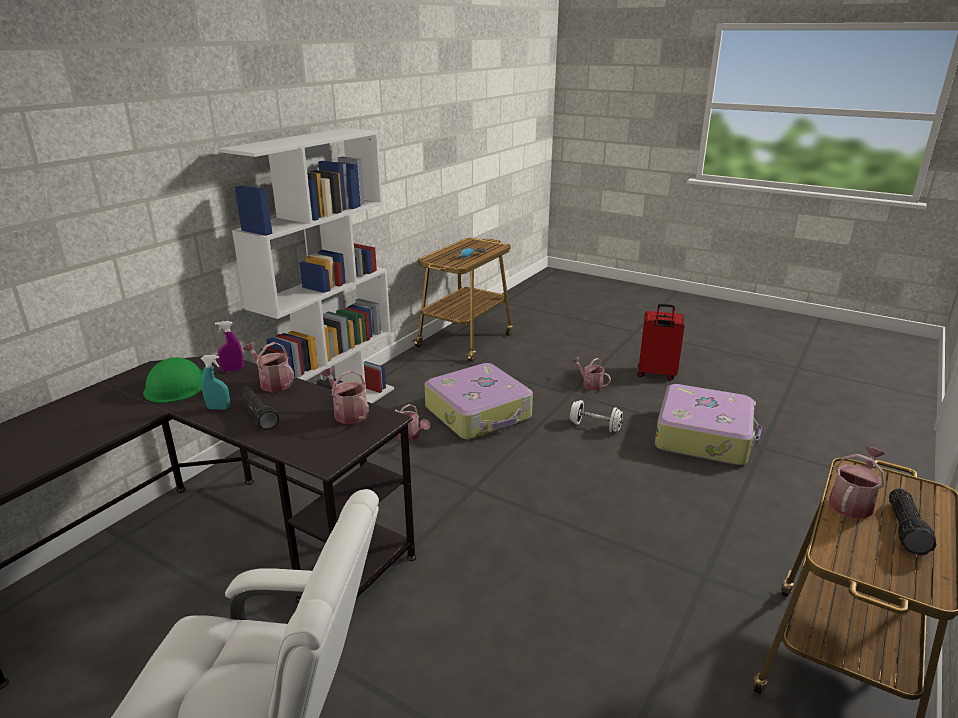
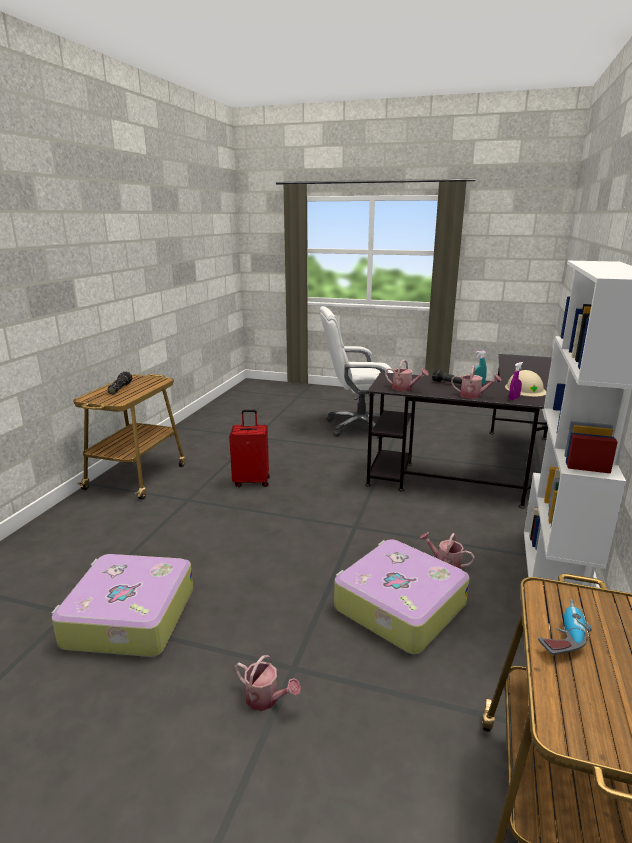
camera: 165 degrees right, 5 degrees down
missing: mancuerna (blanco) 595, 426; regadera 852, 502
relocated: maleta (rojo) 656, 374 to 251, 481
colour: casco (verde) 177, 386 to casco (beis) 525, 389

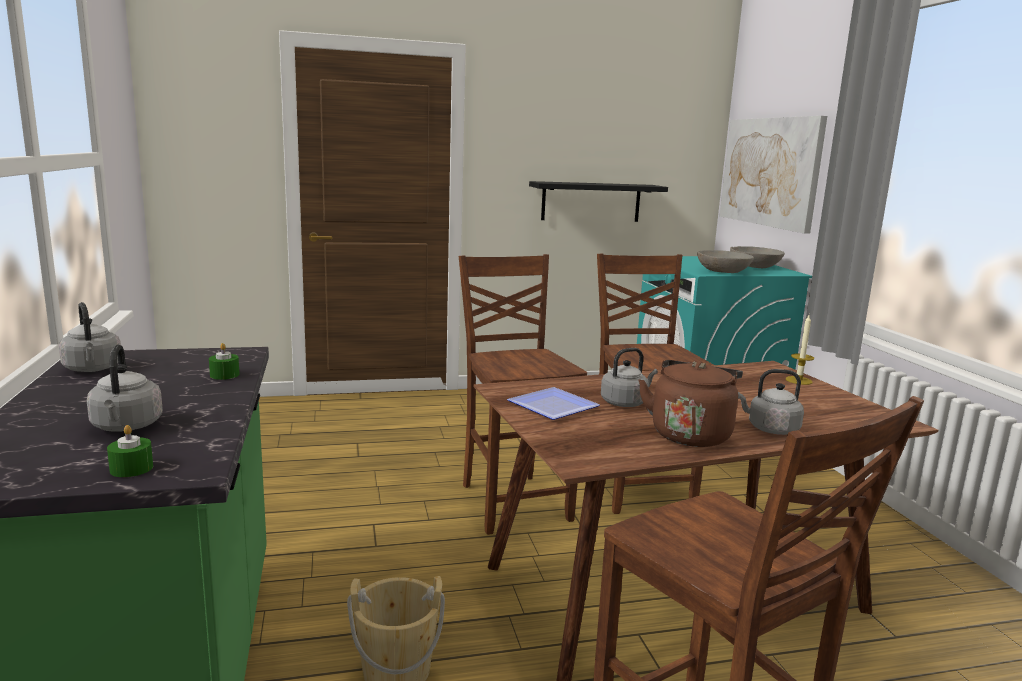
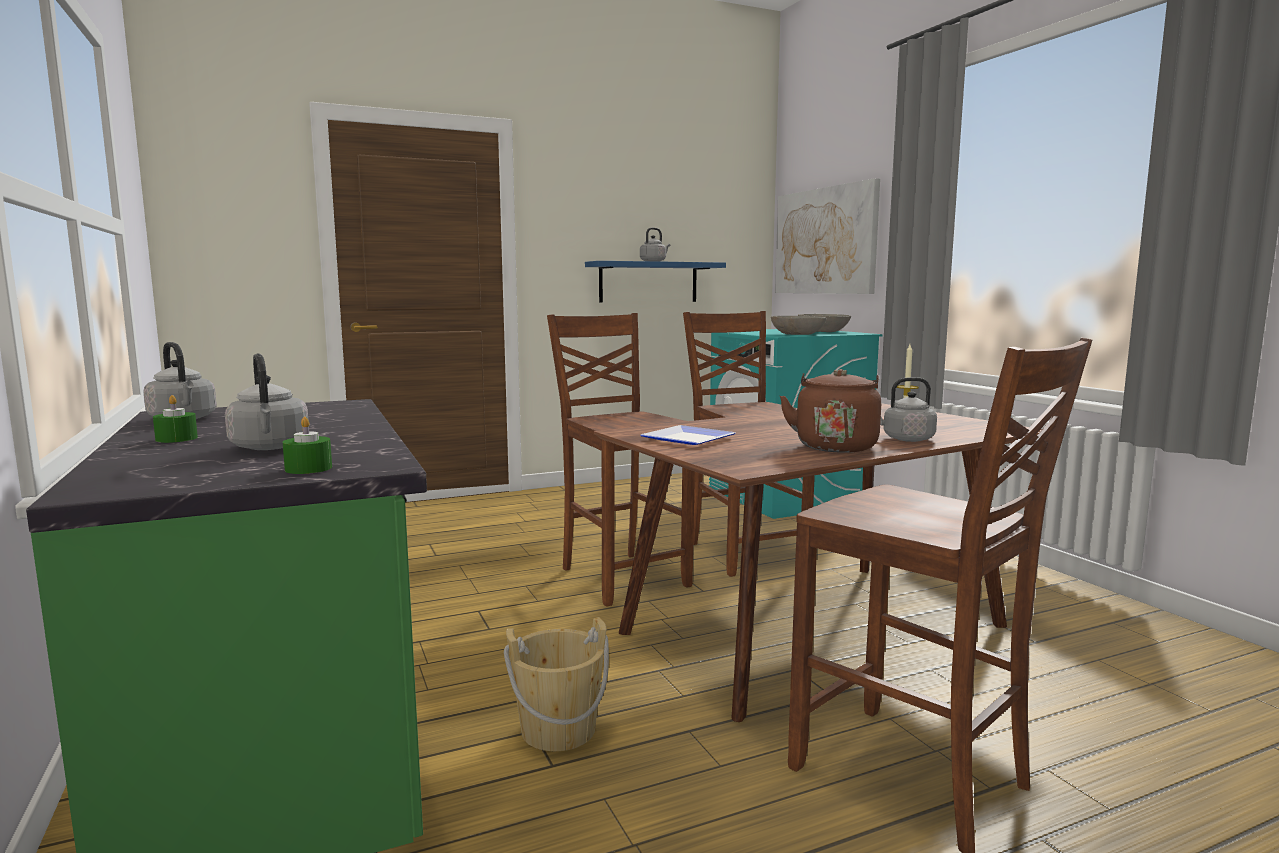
camera: 10 degrees left, 5 degrees down
relocated: vela (verde) 224, 375 to 176, 439; hervidor (gris) 625, 402 to 654, 261
colour: estante (negro) 591, 202 to estante (azul) 648, 282

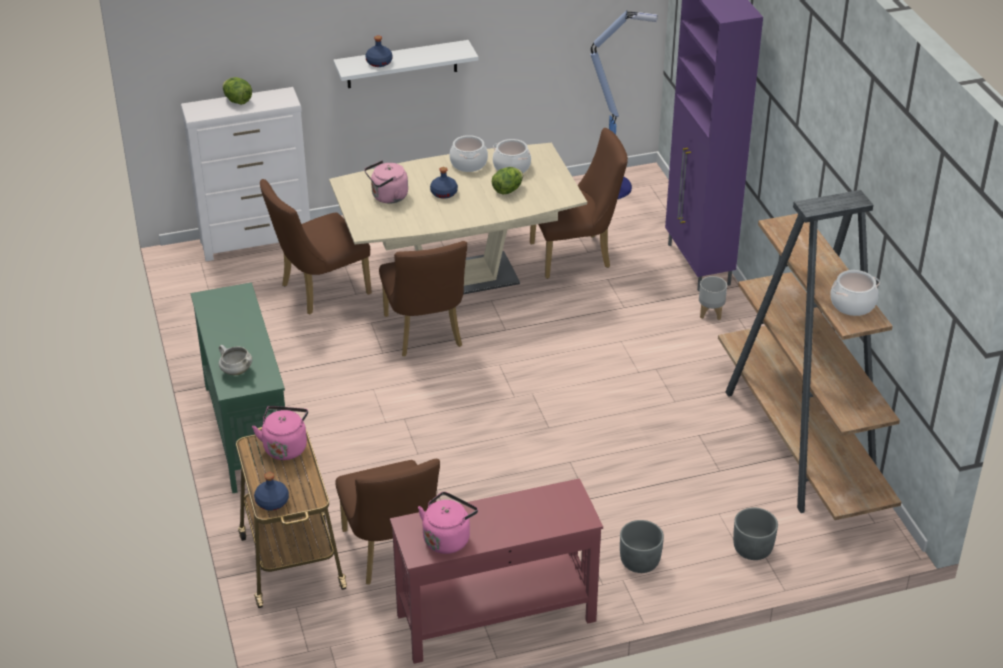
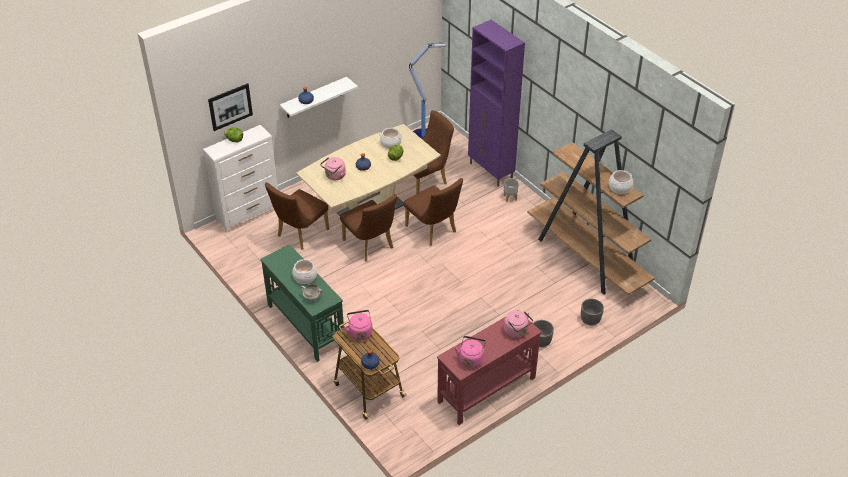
camera: 20 degrees left, 5 degrees up
appeared: cuadro 230, 106; hervidor (rosa) 517, 331
relocated: silla (marrón) 391, 554 to 433, 231; olla 468, 163 to 304, 277

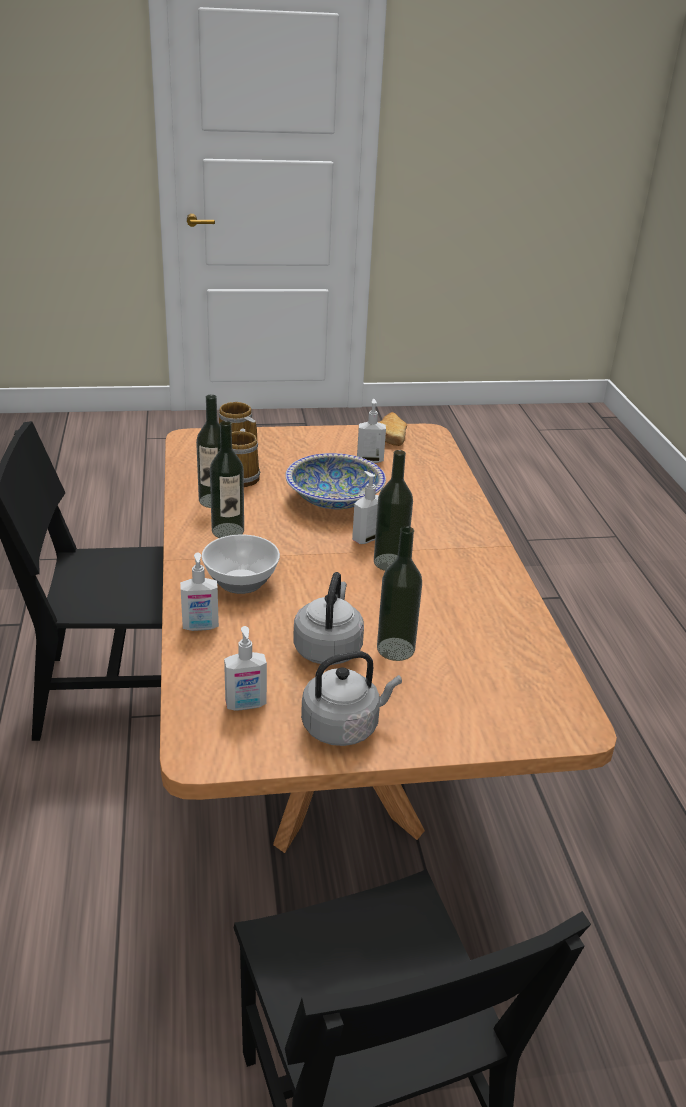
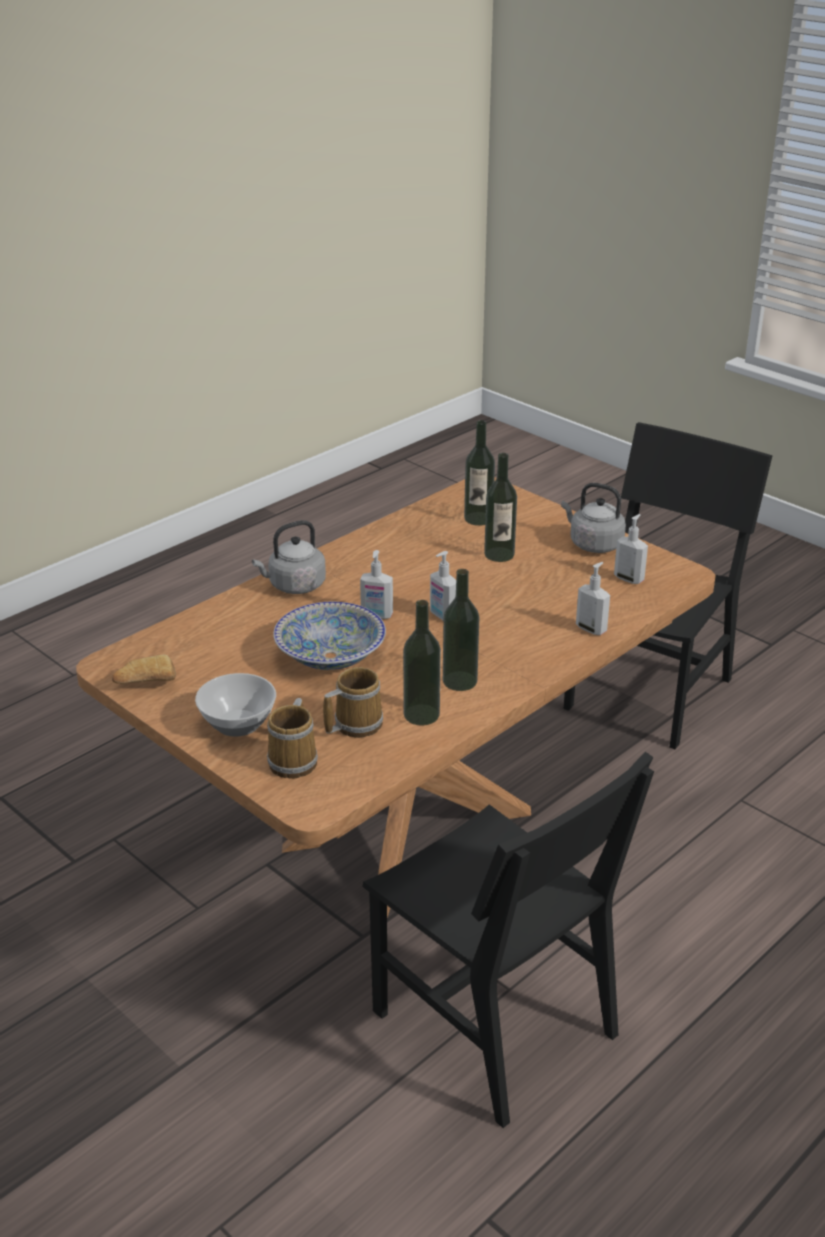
camera: 125 degrees left, 0 degrees up
relocated: cuenco 240, 582 to 239, 723; hervidor (gris) 328, 648 to 294, 586; dispensador de jabón 370, 460 to 442, 616; botella 390, 562 to 478, 518

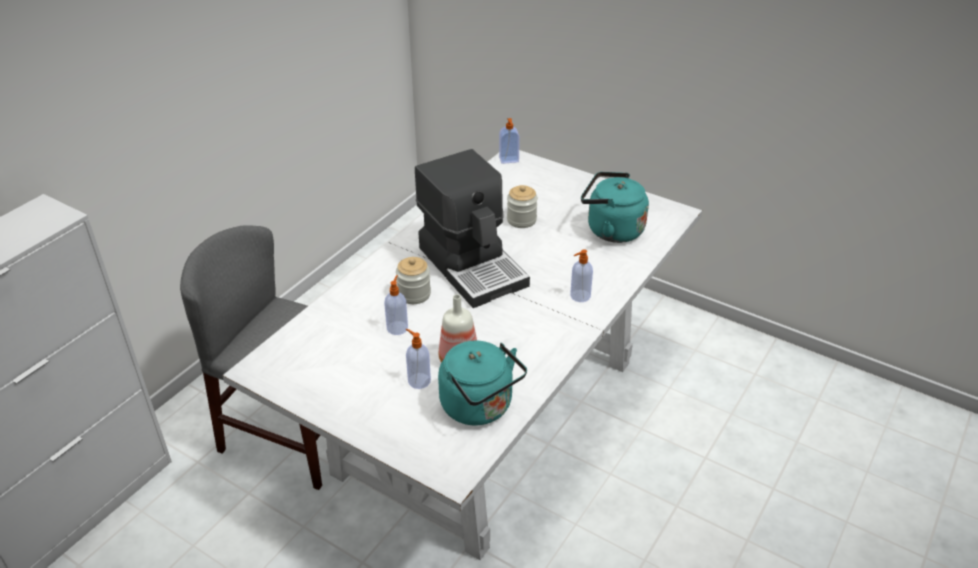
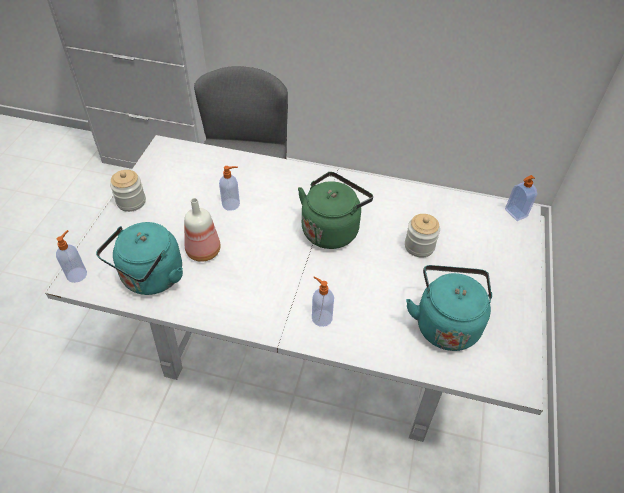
camera: 70 degrees right, 10 degrees up
relocated: tarro 414, 294 to 131, 202; dispensador de jabón 418, 380 to 77, 274
exchanged: cafetera 473, 265 to hervidor (verde) 332, 229

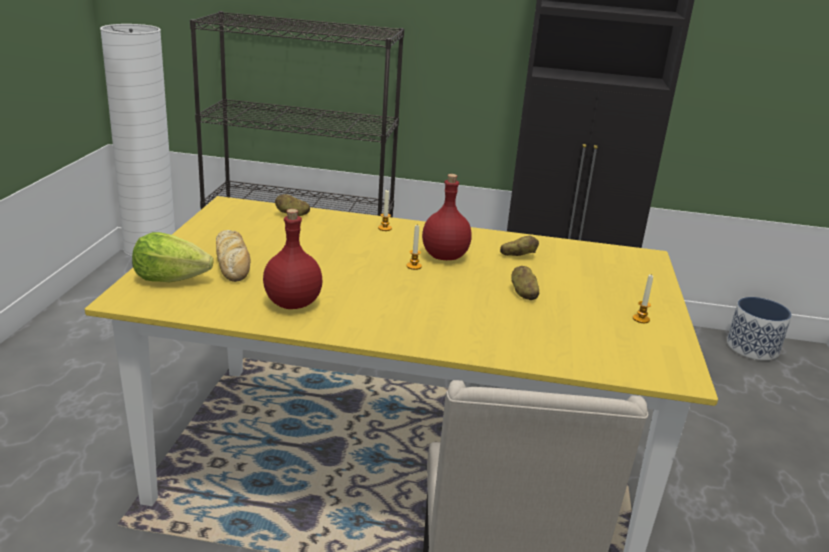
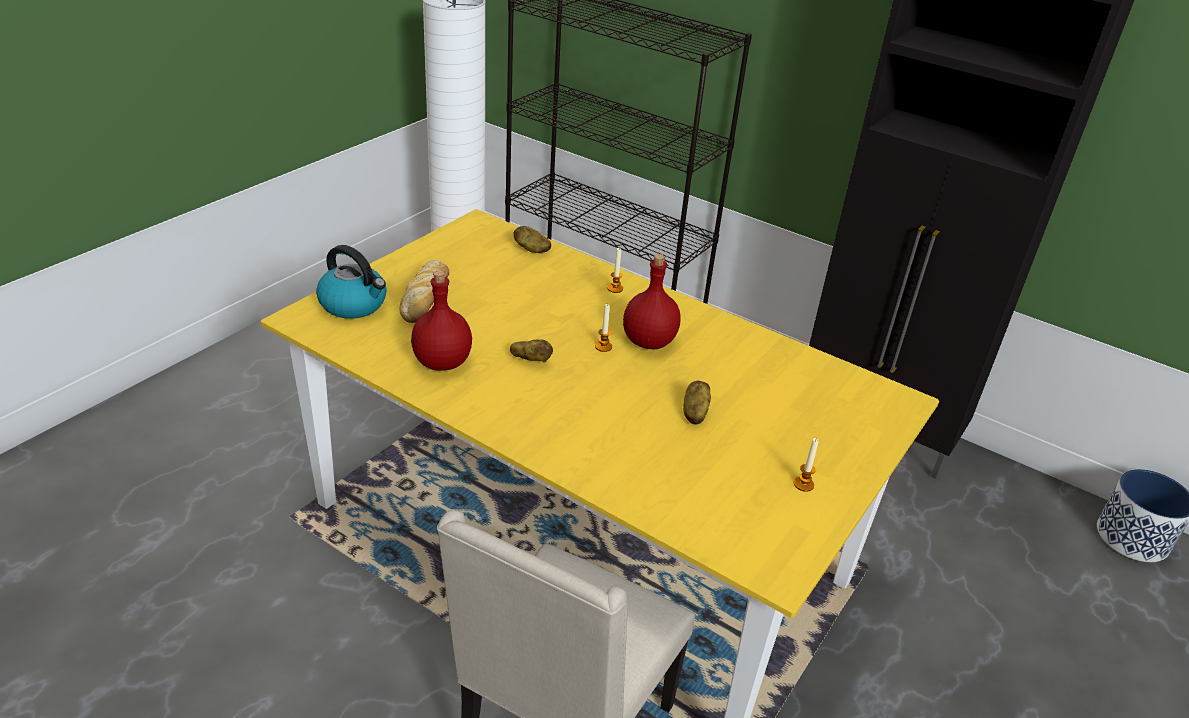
camera: 25 degrees right, 10 degrees up
relocated: patata 518, 256 to 531, 360
exchanged: lechuga 170, 279 to hervidor 354, 304

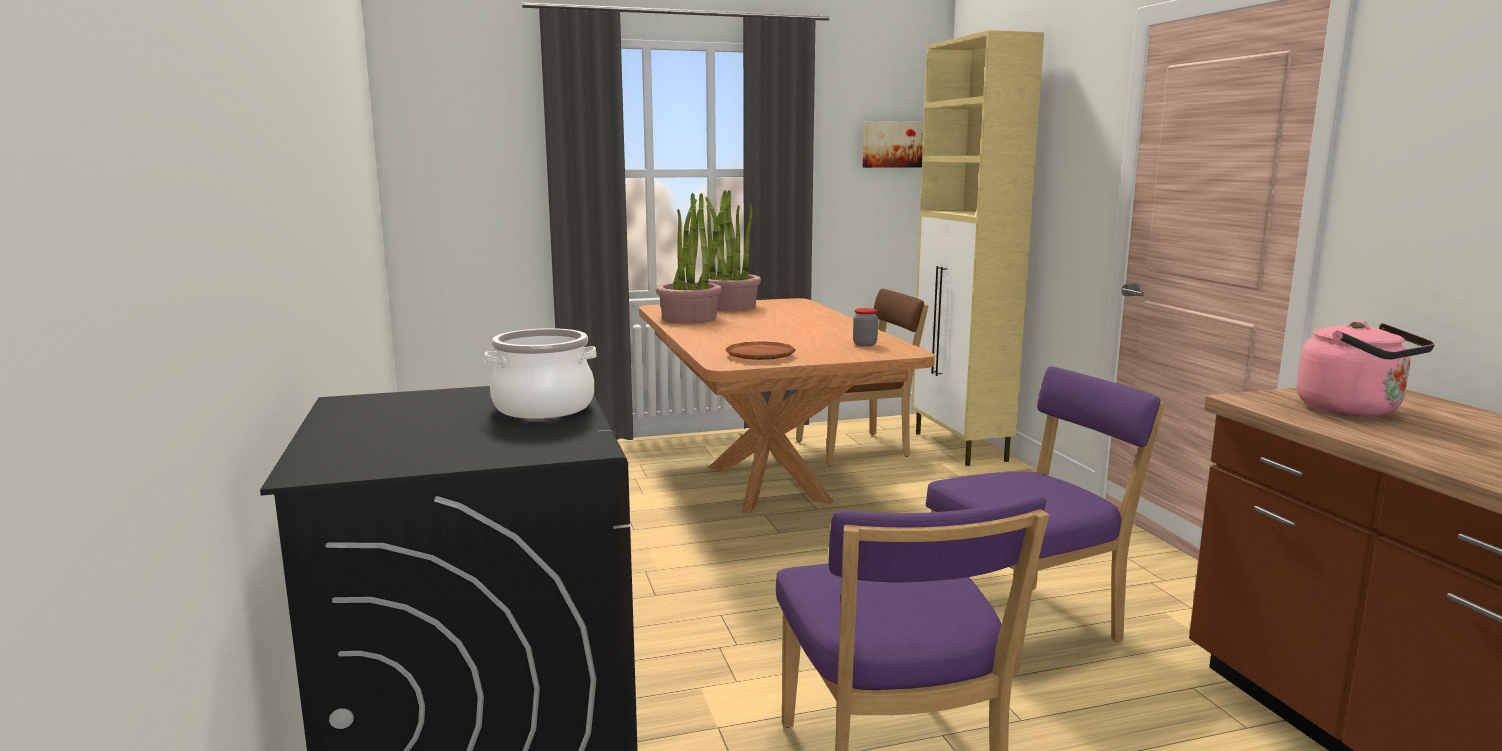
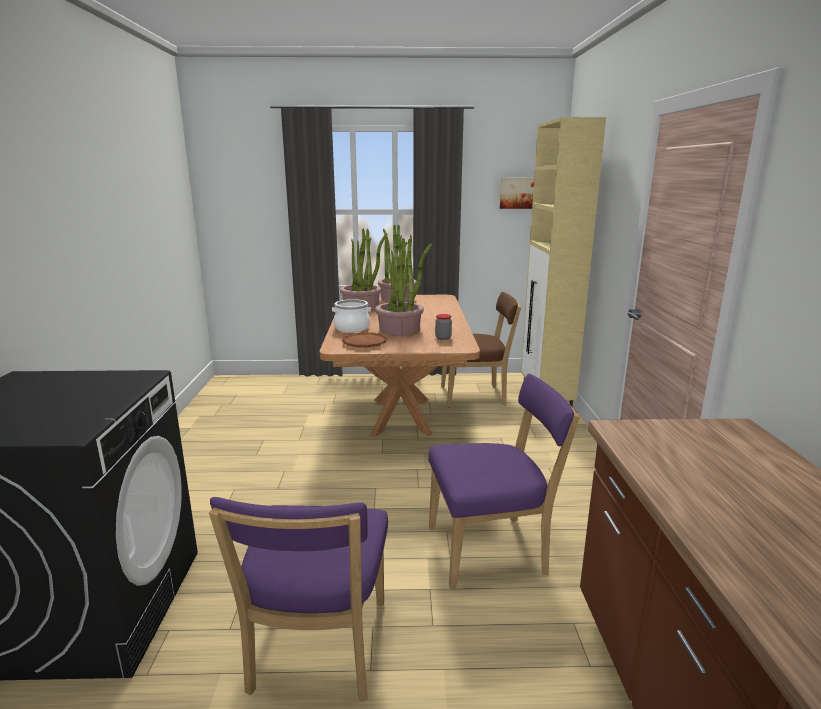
camera: 15 degrees right, 5 degrees up
missing: hervidor (rosa) 1354, 410
appeared: planta en maceta 400, 330
relocated: olla 544, 407 to 352, 328

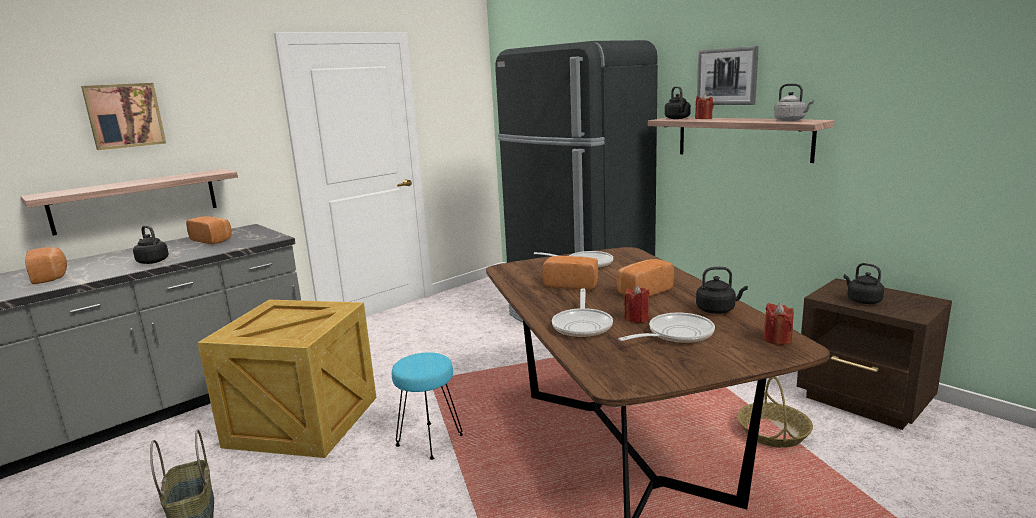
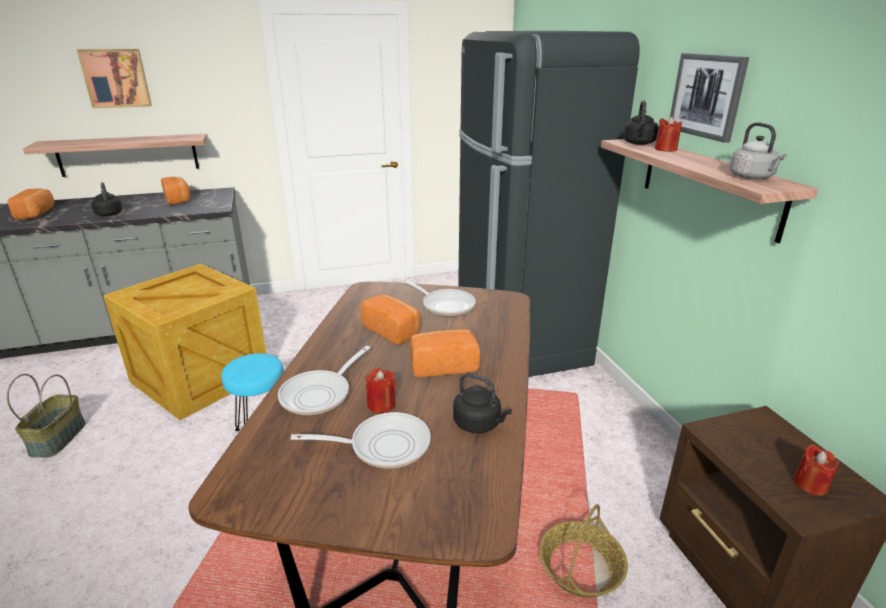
camera: 25 degrees right, 10 degrees up
missing: hervidor (negro) 862, 300
relocated: vela (rojo) 777, 339 to 810, 484

